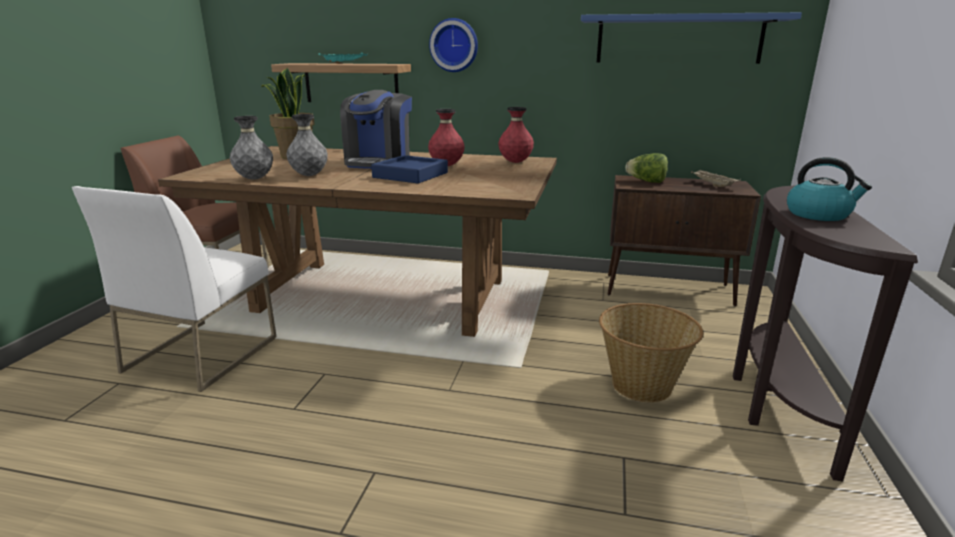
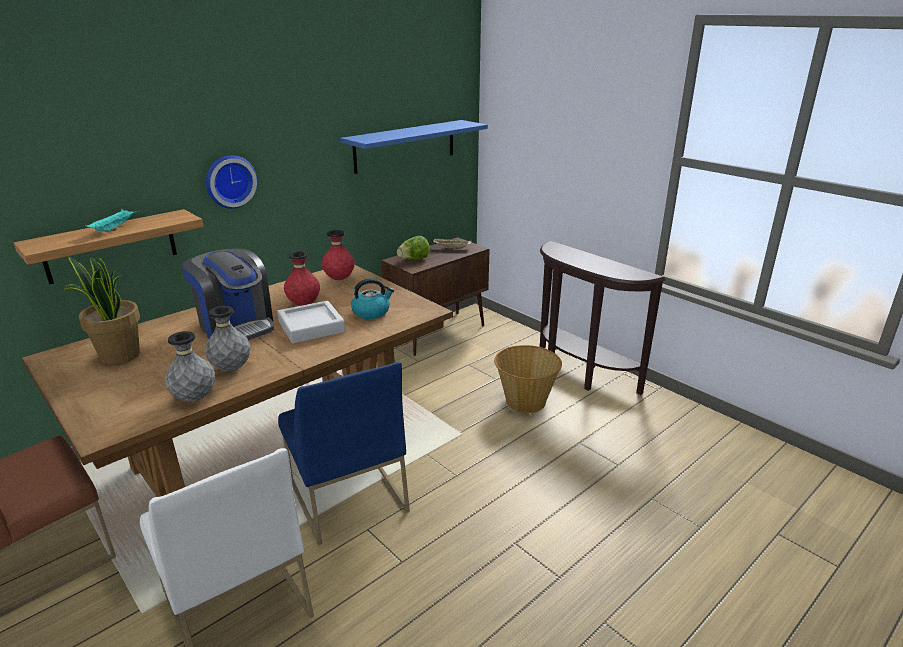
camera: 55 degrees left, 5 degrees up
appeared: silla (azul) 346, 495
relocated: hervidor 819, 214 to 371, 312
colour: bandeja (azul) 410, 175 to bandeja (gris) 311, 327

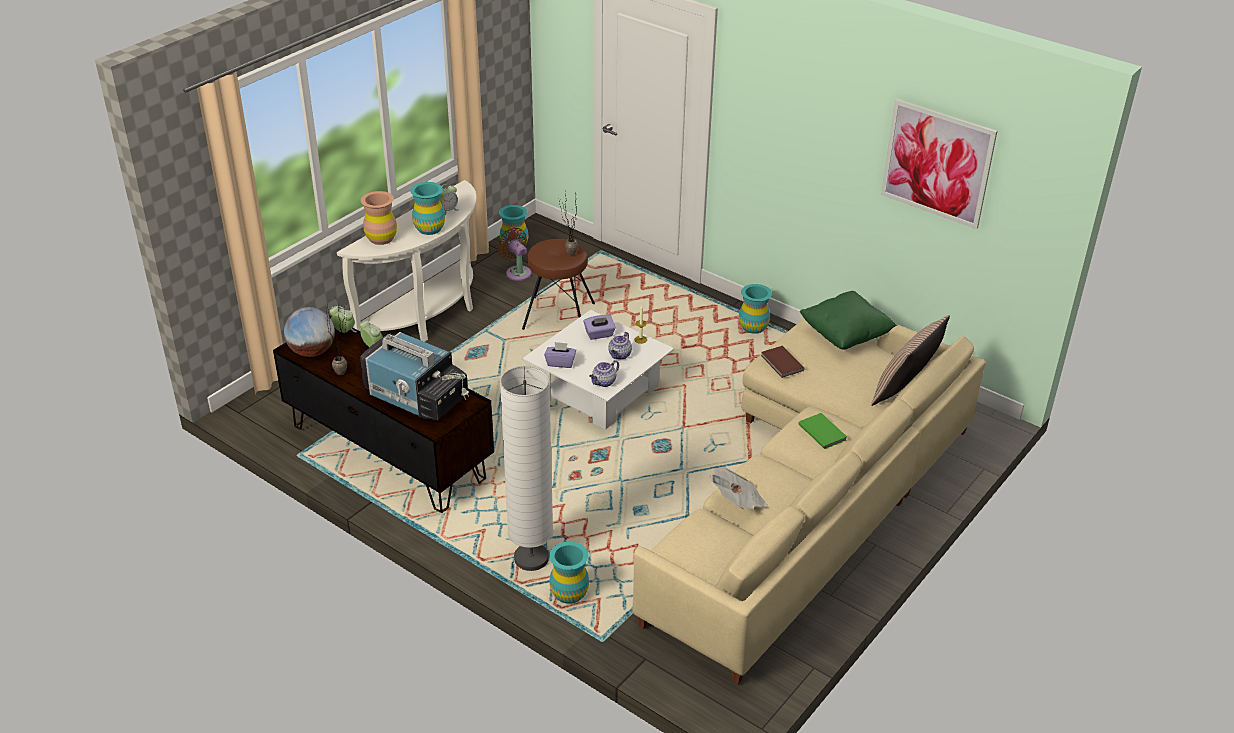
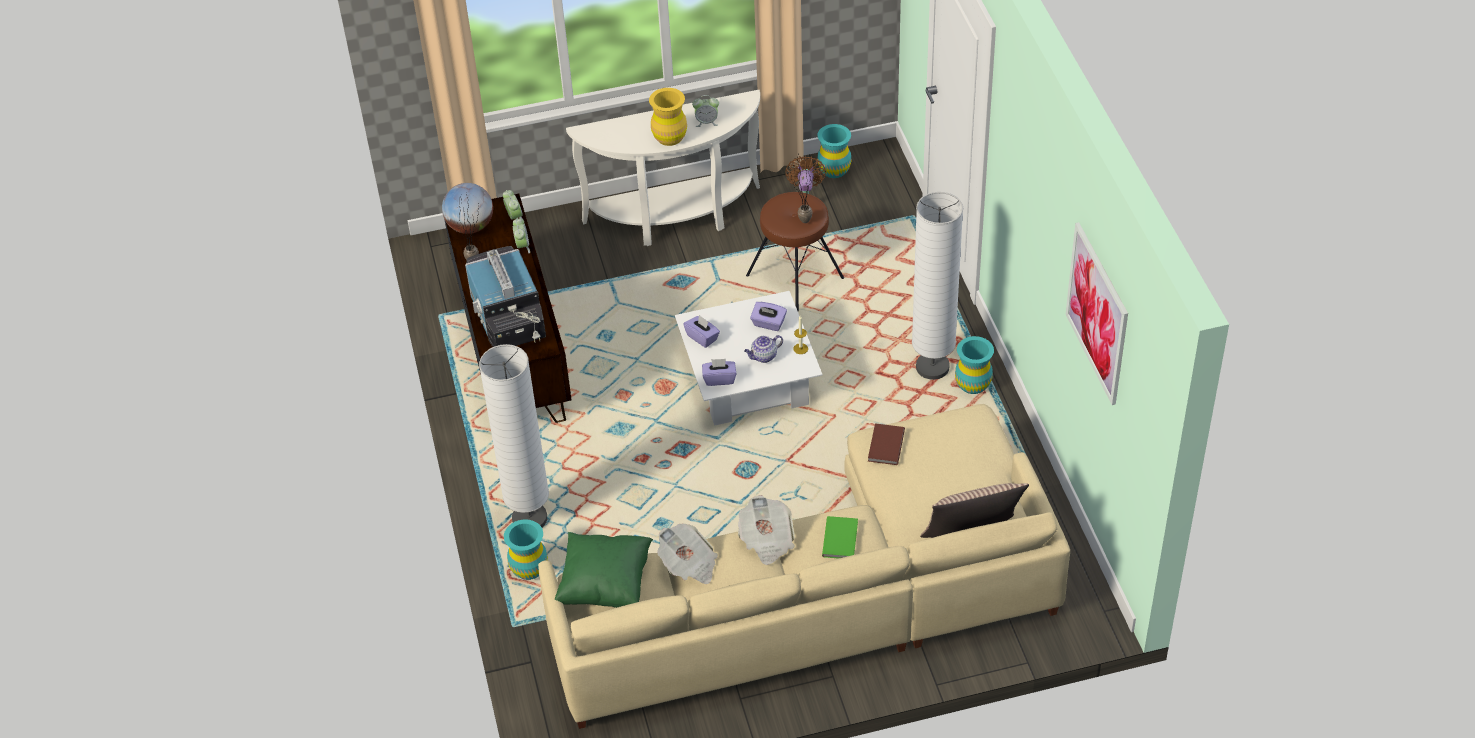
camera: 40 degrees right, 10 degrees up
missing: florero (marrón) 381, 238
appeared: periódico 766, 540; lámpara de pie (blanco) 932, 368
relocated: cojín (verde) 845, 335 to 605, 585
exchanged: tetera 604, 382 to caja de pañuelos (morado) 719, 379
colour: florero (turquesa) 429, 228 to florero (amarillo) 669, 137

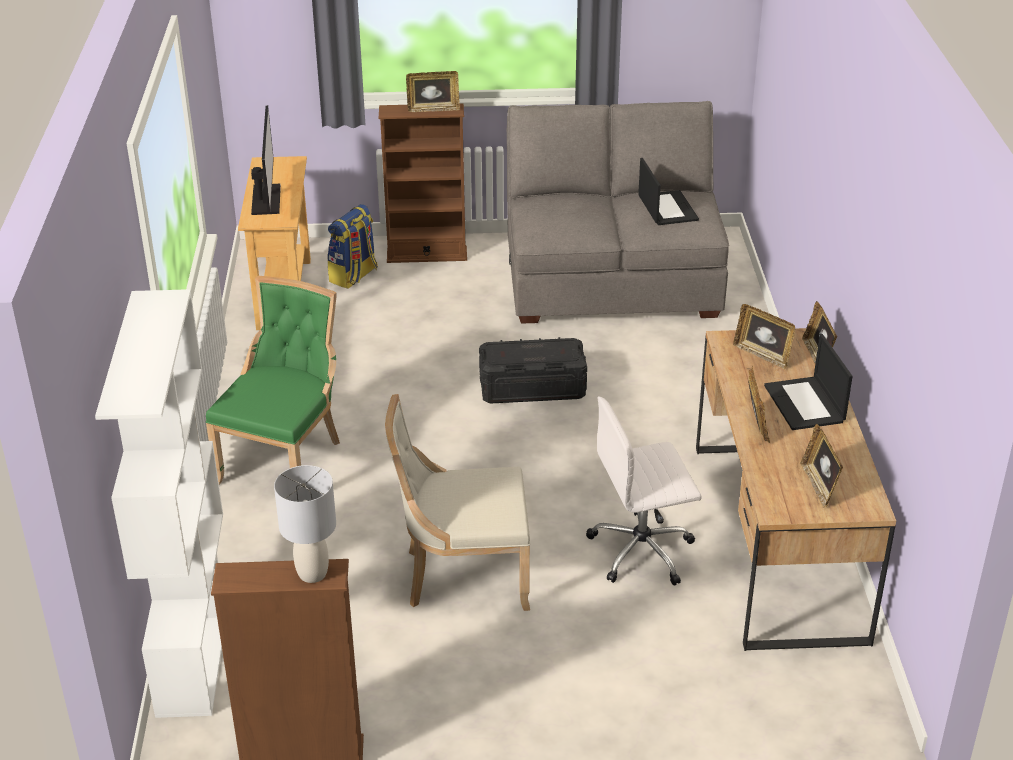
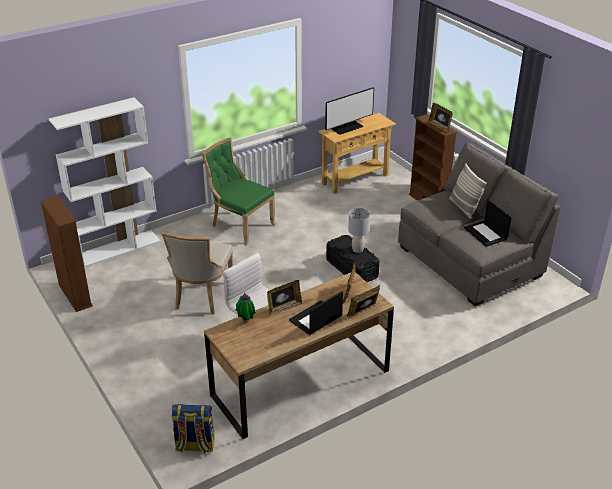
camera: 60 degrees right, 0 degrees up
missing: portarretratos 819, 486
appeared: planta en maceta 245, 320; cojín 464, 208
relocated: lámpara de mesa (gris) 312, 573 to 357, 249; mochila 354, 276 to 195, 445
spun: silla (verde) 285, 461 = 240, 225 135 degrees counterclockwise; silla (beis) 462, 576 = 202, 296 135 degrees counterclockwise; portátil 666, 208 = 486, 233 105 degrees clockwise

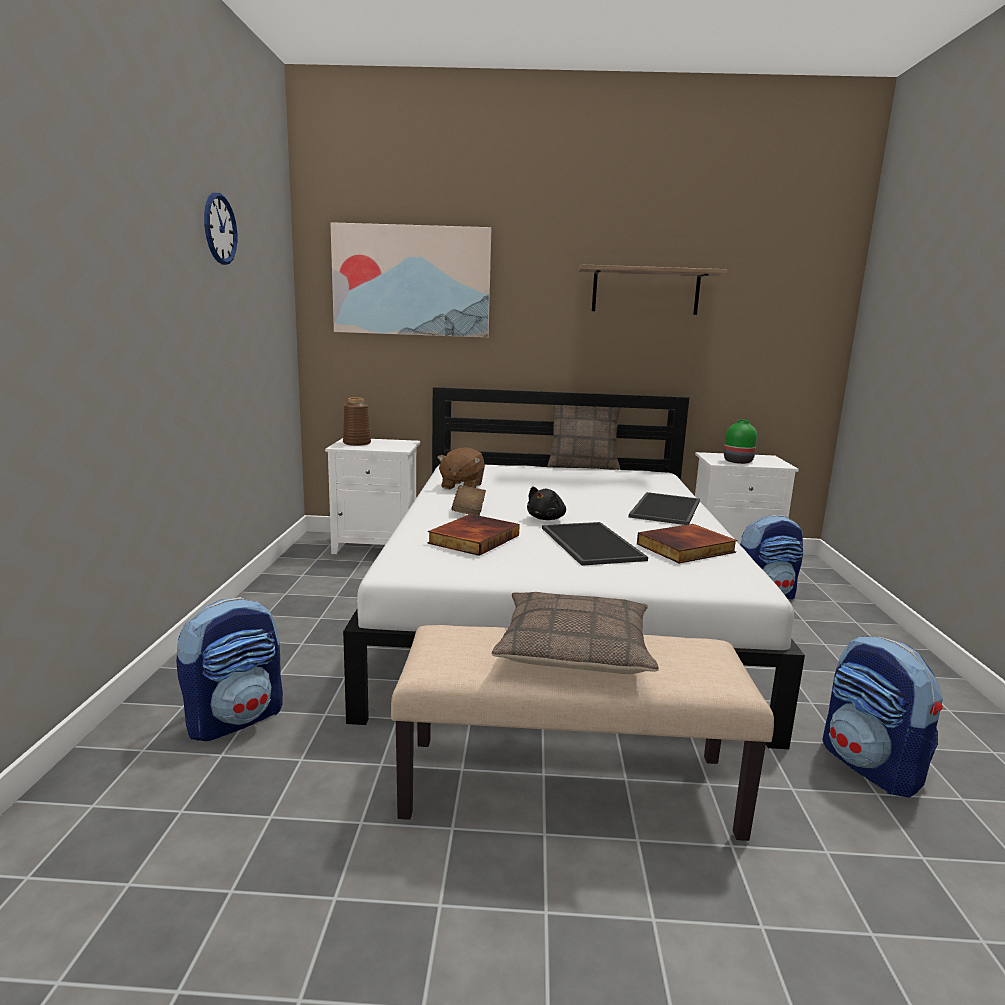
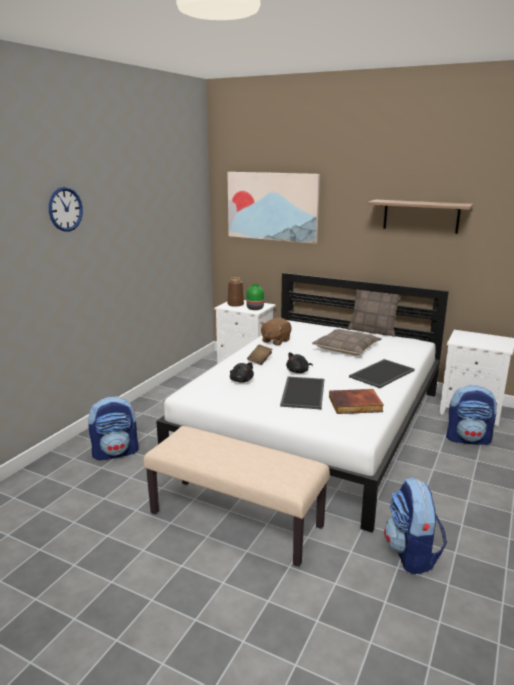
camera: 25 degrees right, 5 degrees up
relocated: reloj de pared 220, 229 to 65, 209; cojín 575, 648 to 346, 348; florero (verde) 738, 461 to 255, 308
exchanged: libro 473, 539 to peluche (negro) 241, 380

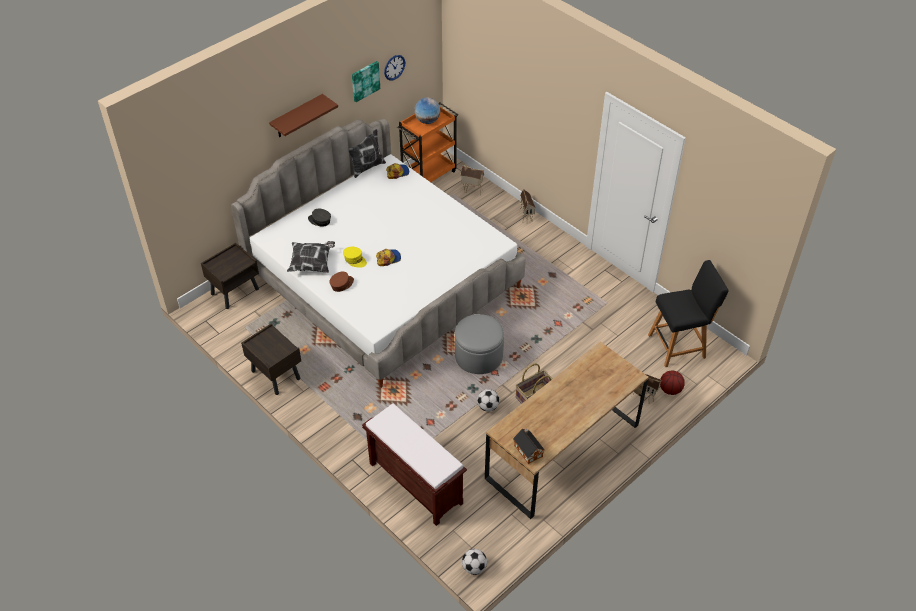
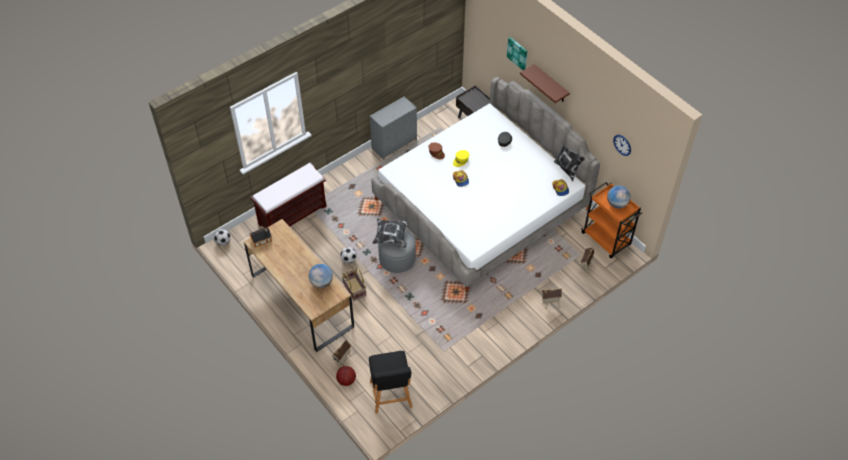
camera: 95 degrees right, 5 degrees up
appeared: globo terráqueo 321, 282
relocated: cojín 312, 263 to 391, 237; cuadro 365, 80 to 517, 53
exchanged: mesita de noche (marrón) 275, 375 to cómoda (gris) 394, 144

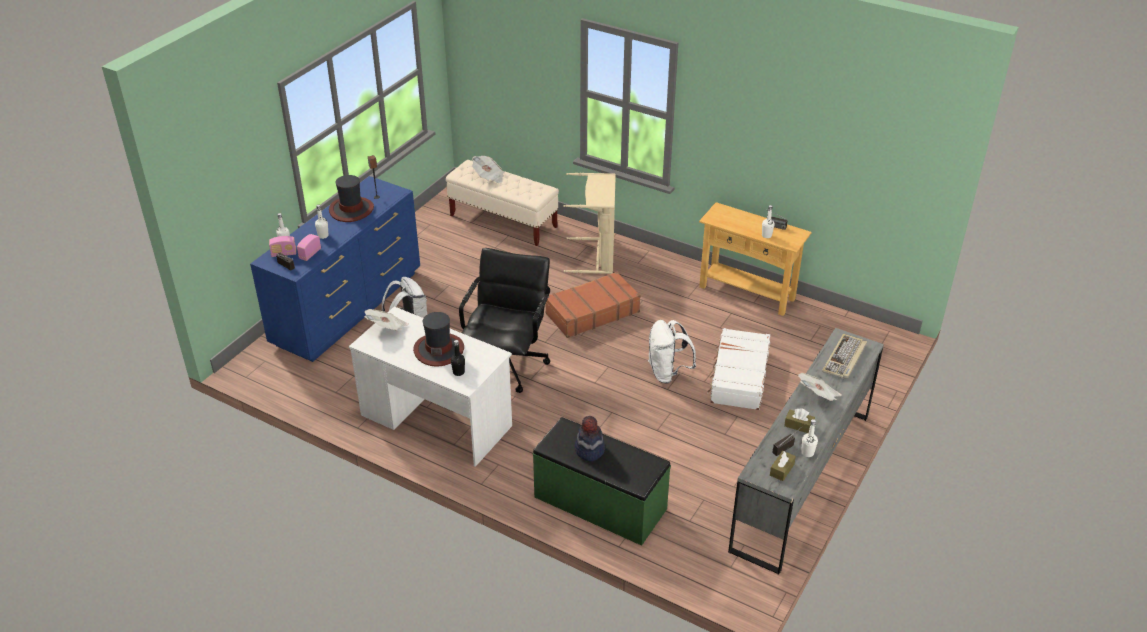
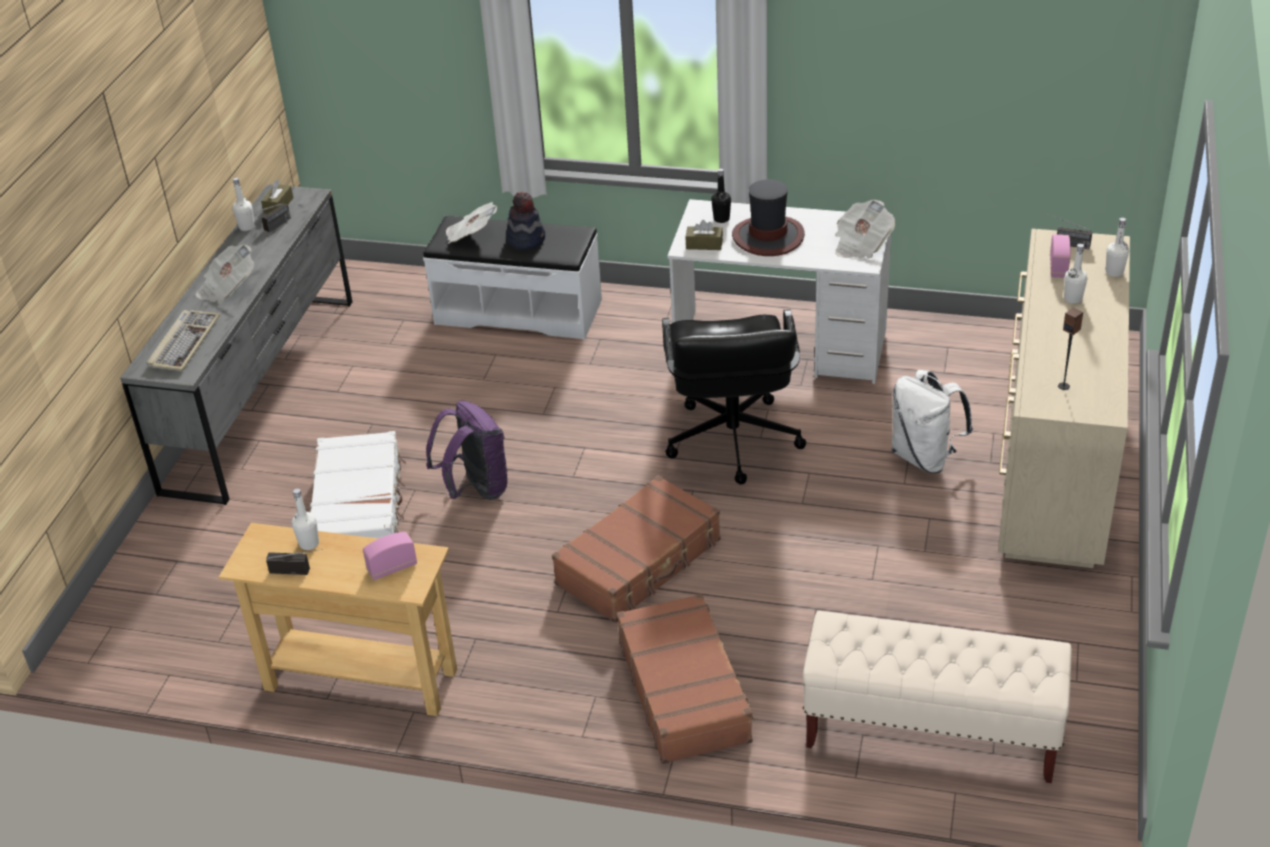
camera: 165 degrees right, 0 degrees up
missing: sombrero 351, 210
relocated: radio 284, 254 to 392, 568; periódico 489, 177 to 471, 235; caja de pañuelos (marrón) 798, 425 to 704, 244
exchanged: cesto de la ropa (beis) 597, 256 to maleta (marrón) 685, 690
colour: cómoda (azul) 349, 308 to cómoda (beis) 1053, 466; banco (verde) 599, 503 to banco (blanco) 518, 311; mochila (blanco) 667, 373 to mochila (morado) 475, 489

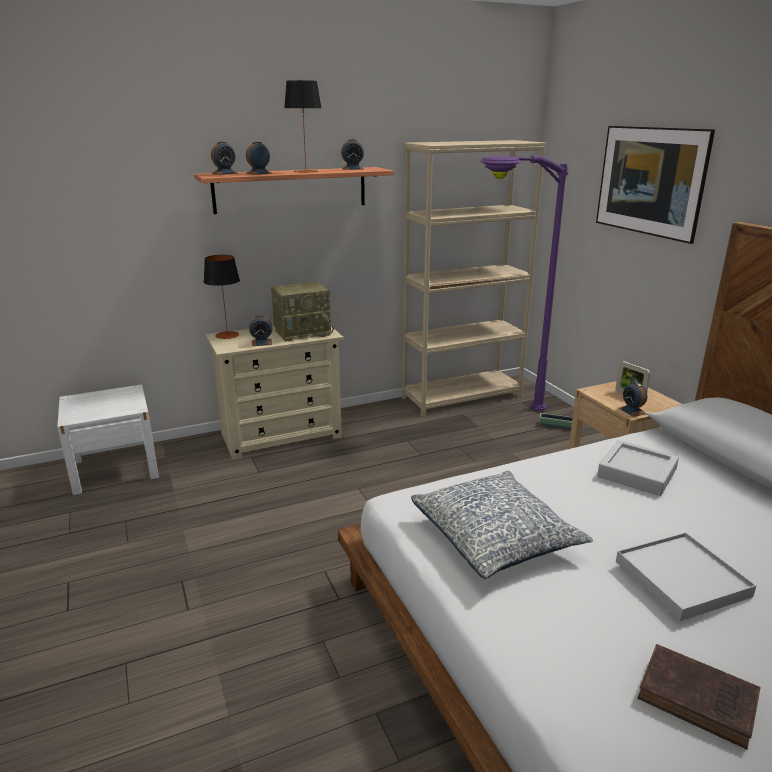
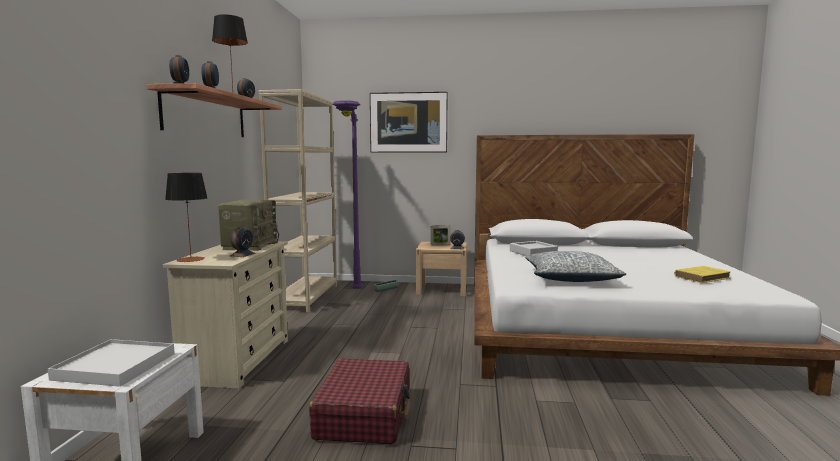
camera: 60 degrees left, 15 degrees down
appeared: maleta (rojo) 364, 414
relocated: bandeja (blanco) 681, 578 to 115, 366
colour: libro (marrón) 700, 700 to libro (amarillo) 703, 277

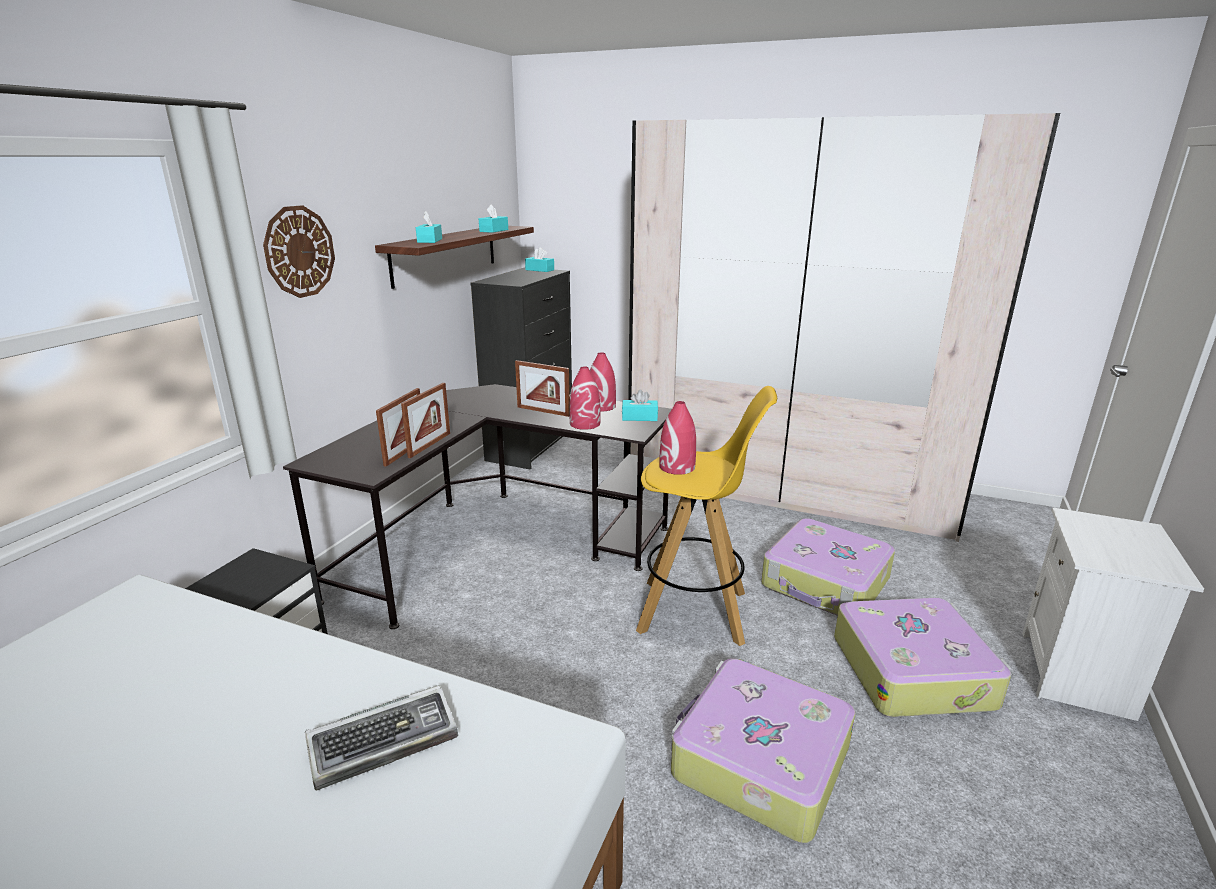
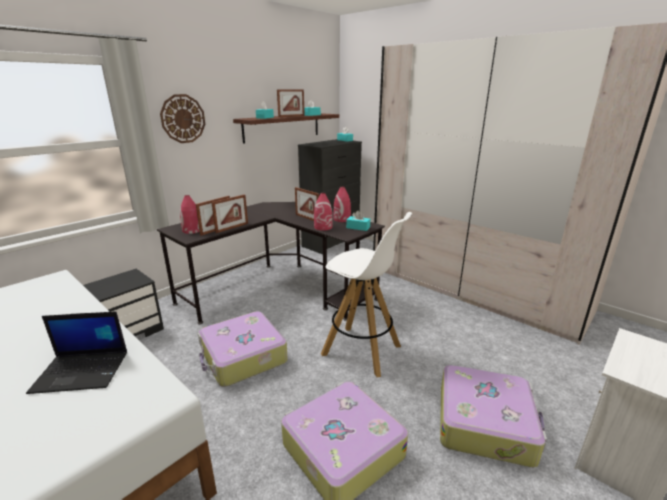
camera: 20 degrees right, 0 degrees up
appeared: portarretratos 291, 116
relocated: florero (rojo) 677, 467 to 192, 230; maleta 825, 583 to 243, 357
exchanged: teclado 385, 741 to portátil 83, 371
colour: taburete (amarillo) 694, 612 to taburete (blanco) 362, 350

